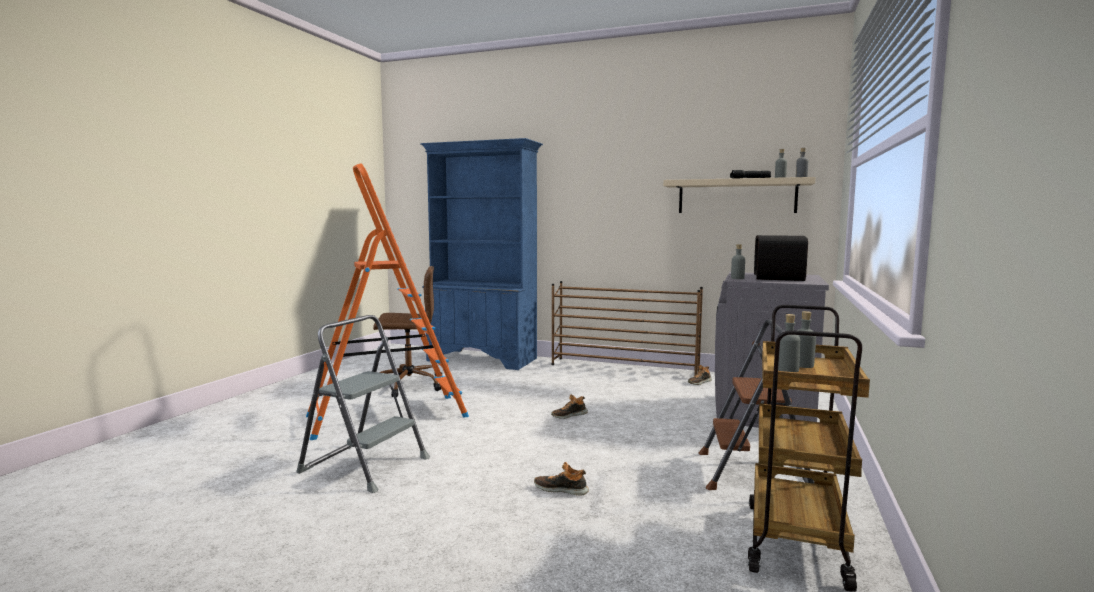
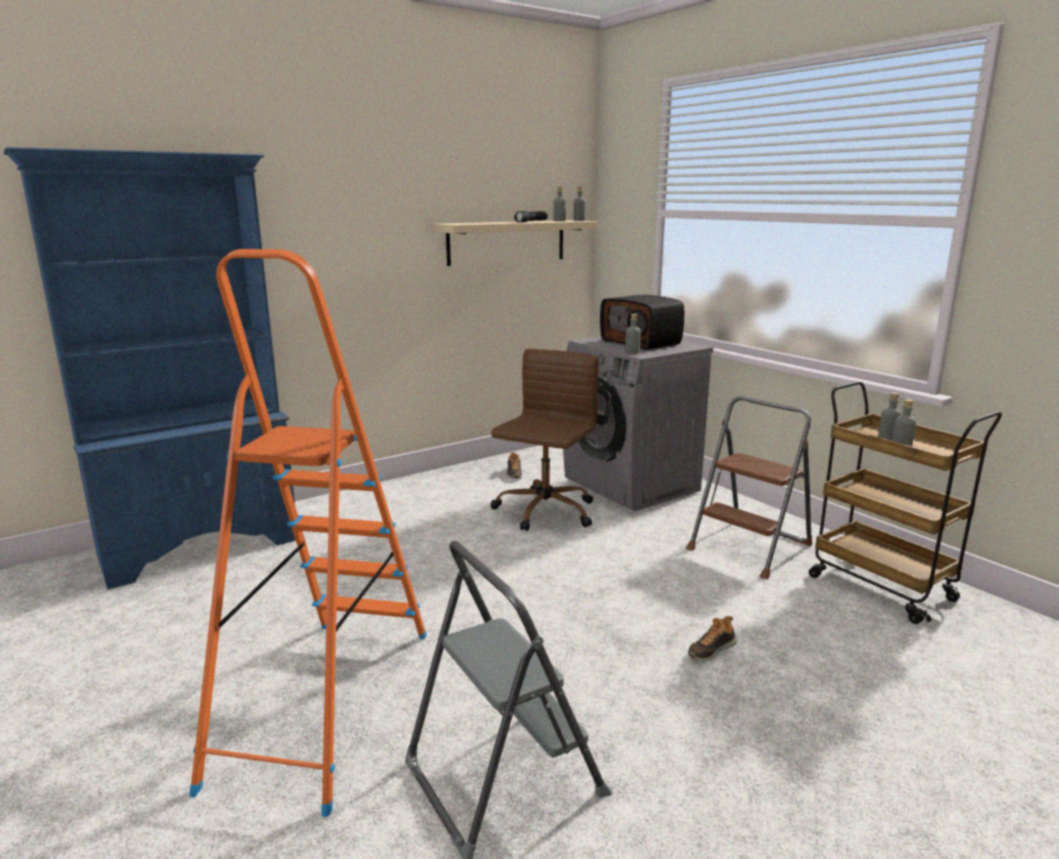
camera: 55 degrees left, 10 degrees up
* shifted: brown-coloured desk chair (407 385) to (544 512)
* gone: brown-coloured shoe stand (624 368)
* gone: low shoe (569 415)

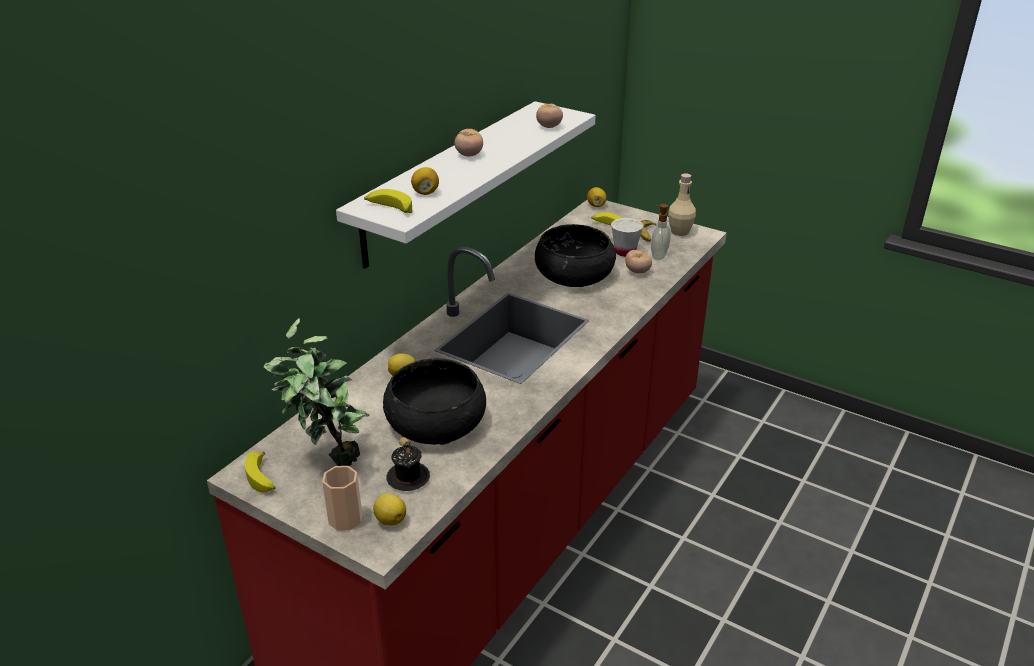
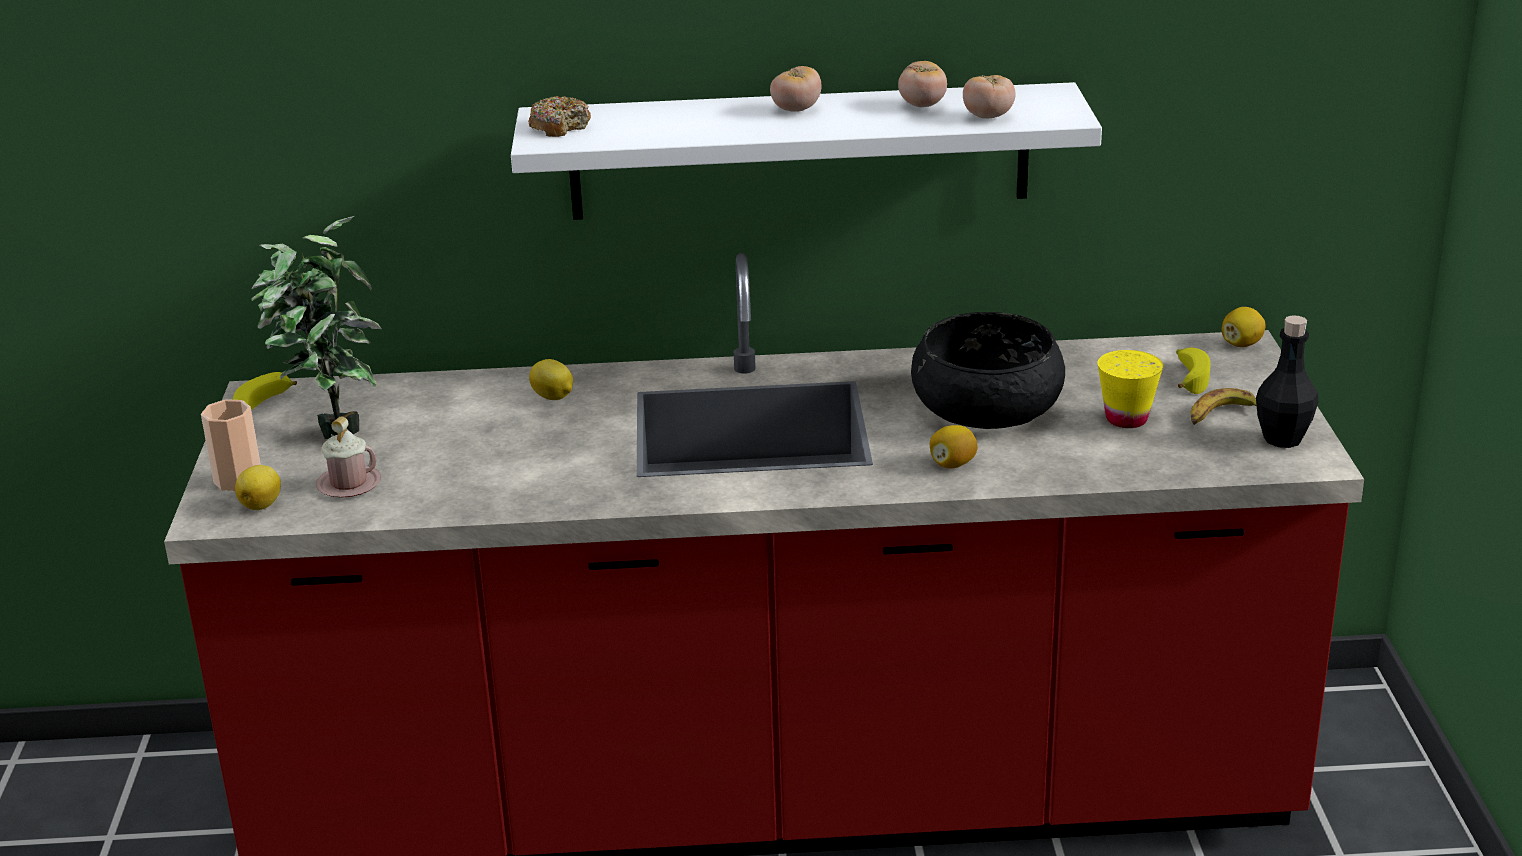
camera: 55 degrees right, 5 degrees down
* repainted: black tea mug (408 478) to pink-coloured tea mug (349 484)
* swapped: banana fruit (389 208) to donut (560 127)
* shifted: tomato (637 271) to (922 105)
* shifted: citrus fruit (425 192) to (952 464)
* repainted: whitish drinking cup (625 252) to yellow drinking cup (1126 419)
* repainted: beige-coloured beverage bottle (680 232) to black beverage bottle (1282 439)
* gone: black bowl (436 422)
* gone: liquid soap bottle (658 256)

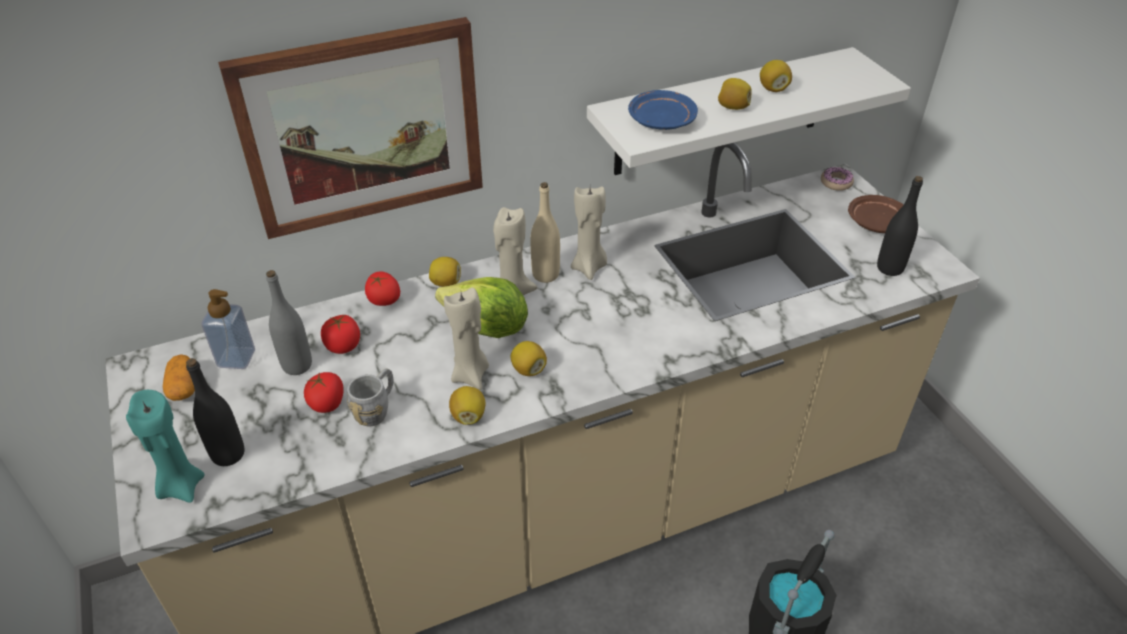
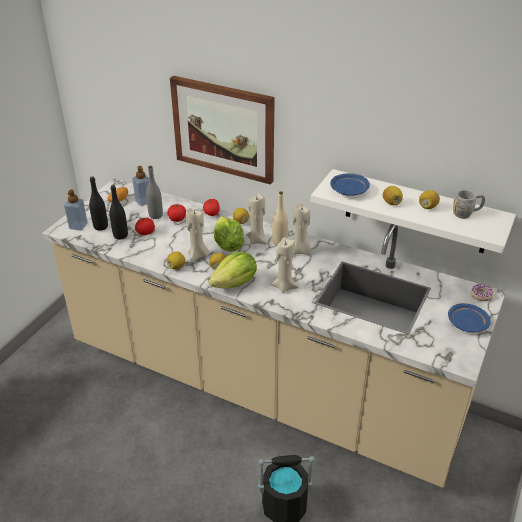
camera: 50 degrees right, 5 degrees down
* swapped: blue-green wax candle (181 486) to liquid soap bottle (78 226)
* shifted: black beverage bottle (890 268) to (120 235)
* new: lettuce (235 284)
* new: beige-coloured wax candle (284 286)
* repainted: brown-coloured flat dish (875 223) to blue-coloured flat dish (466 323)
* shifted: gray tea mug (377 409) to (466 213)

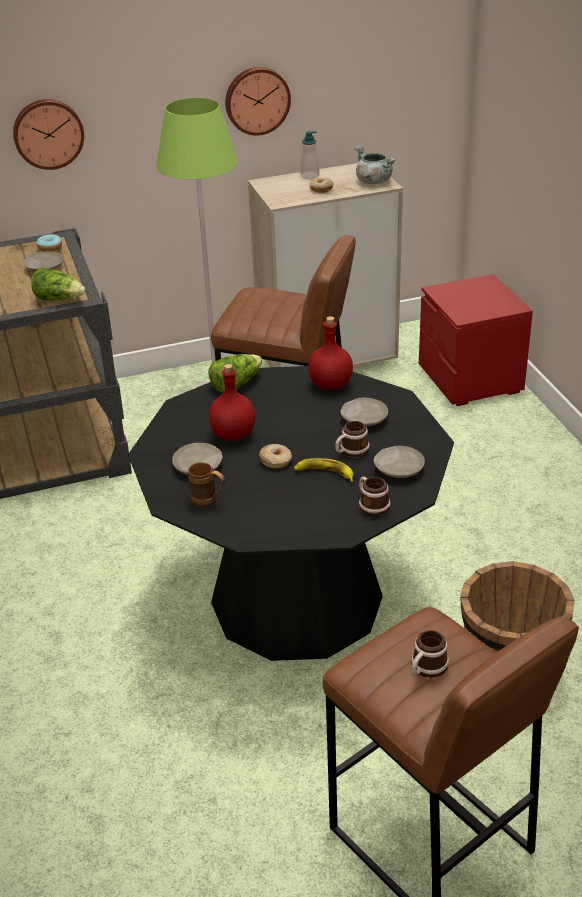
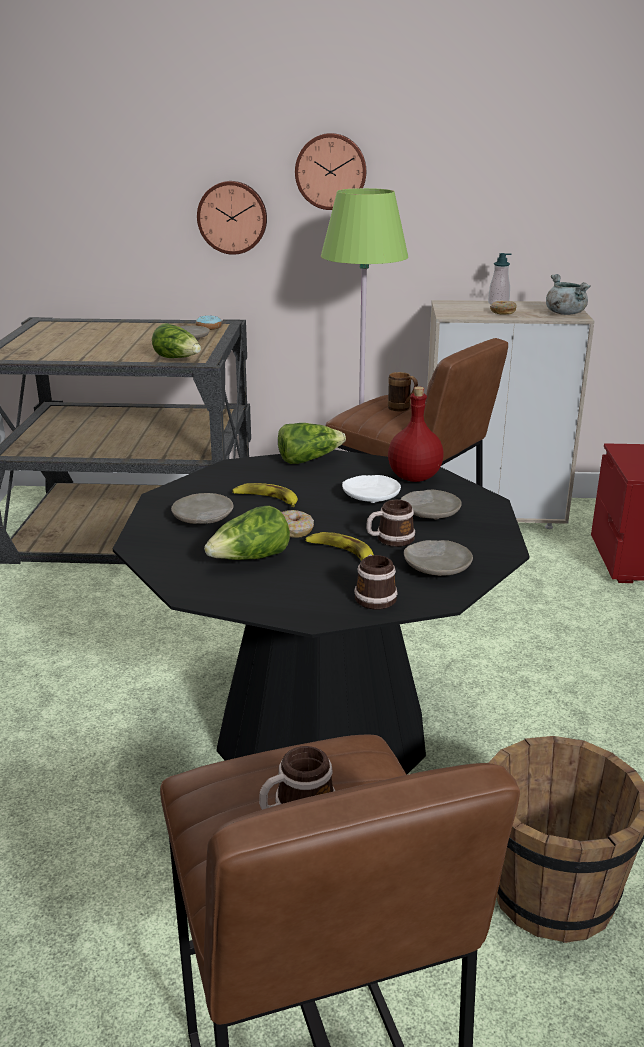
camera: 20 degrees right, 10 degrees down
* new: lettuce (250 559)
* swapped: red beverage bottle (233 435) to banana fruit (266 499)
* shifted: clock on the wall (257 100) to (330 171)
* new: whitish flat dish (371 497)
* shifted: brown-coloured tea mug (209 502) to (402 409)

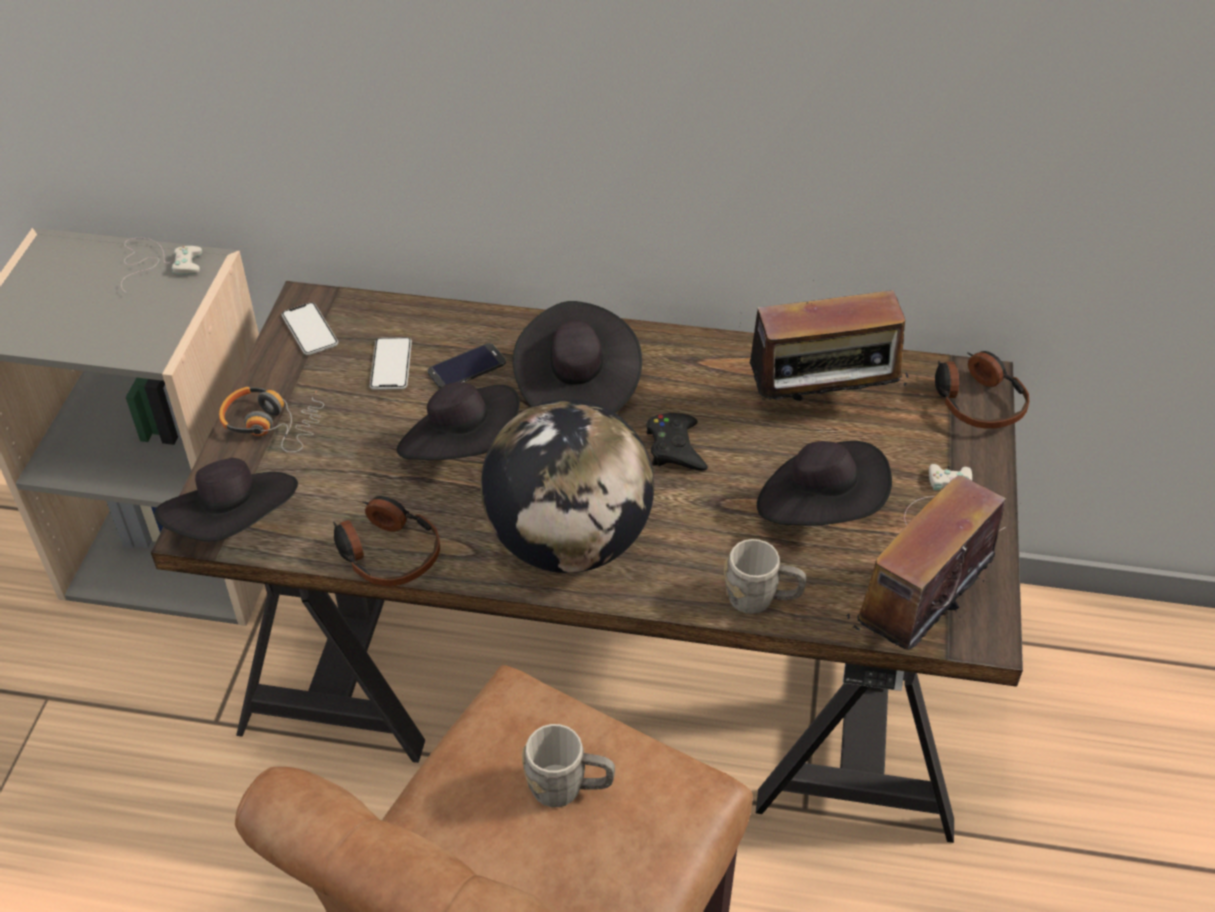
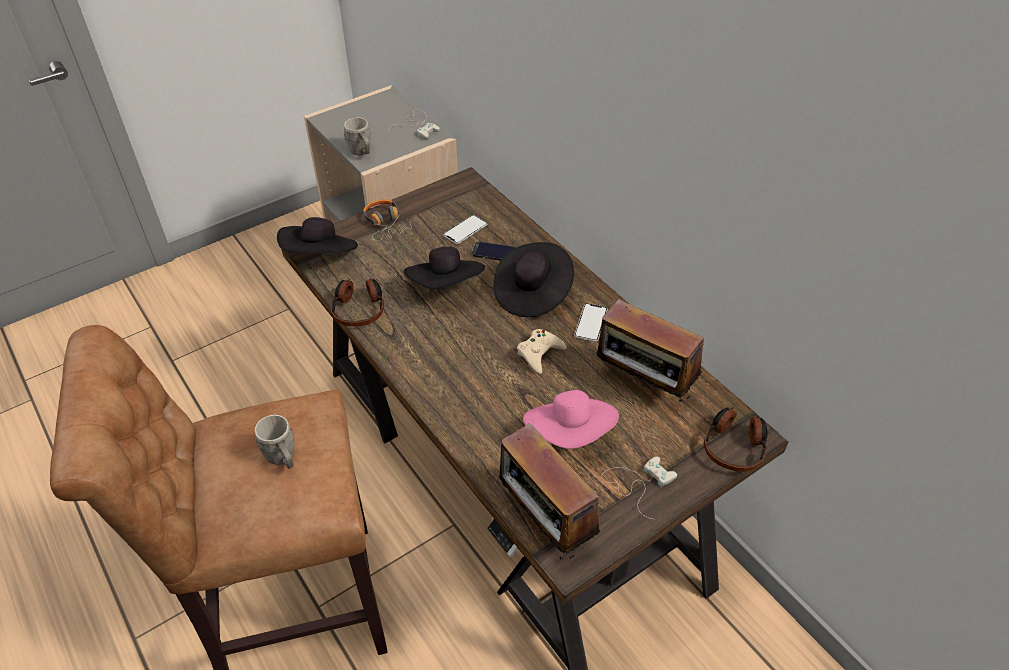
camera: 45 degrees right, 0 degrees up
* shifted: gray tea mug (761 599) to (362 152)
* rotated: radio set (915 617) = (545 523) 120 degrees counterclockwise
* repainted: black gamepad (675 448) to beige-coloured gamepad (539 353)
* repainted: black hat (820 508) to pink-coloured hat (570 433)
* shifted: phone (310 330) to (590 323)
* gone: world globe (569 542)

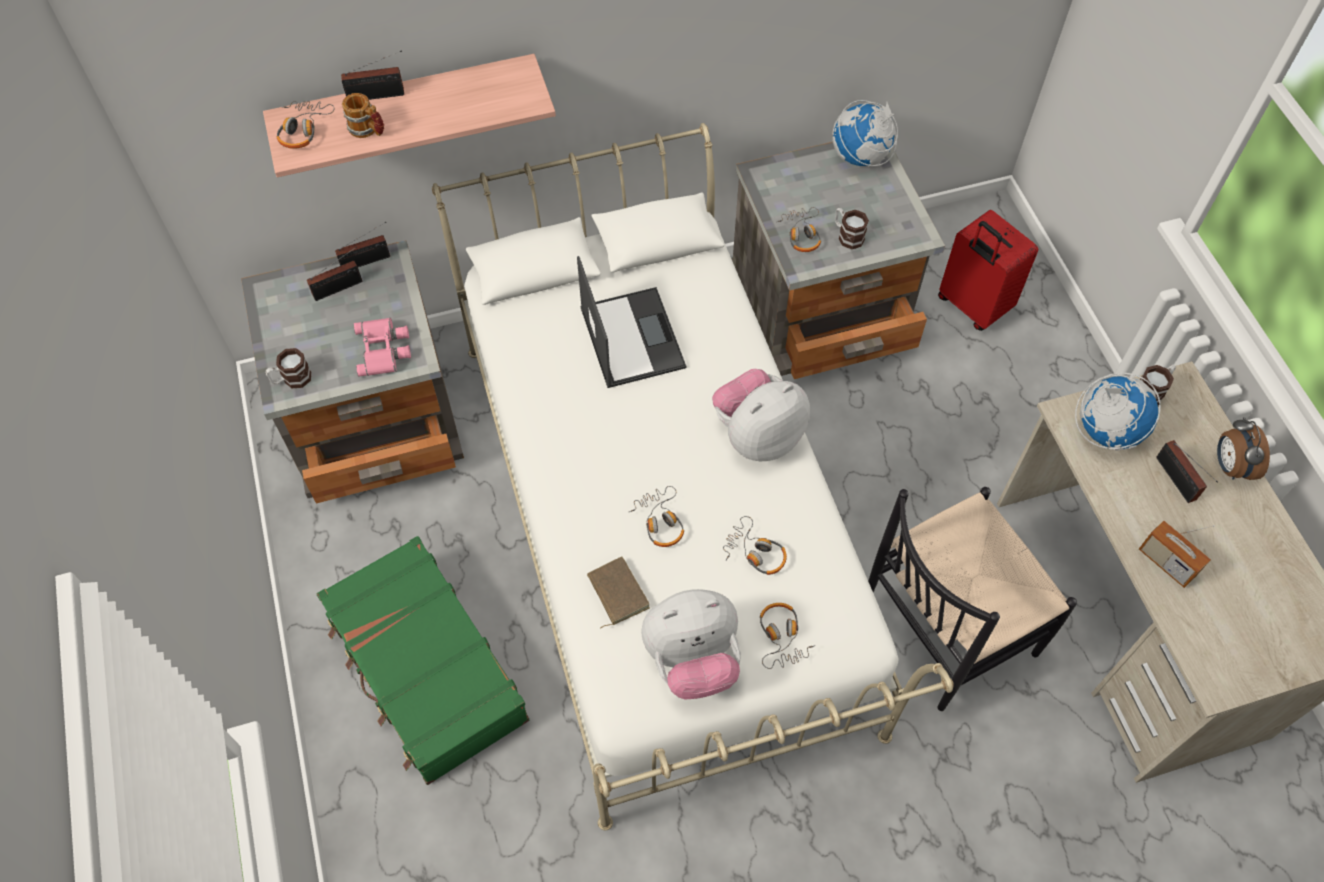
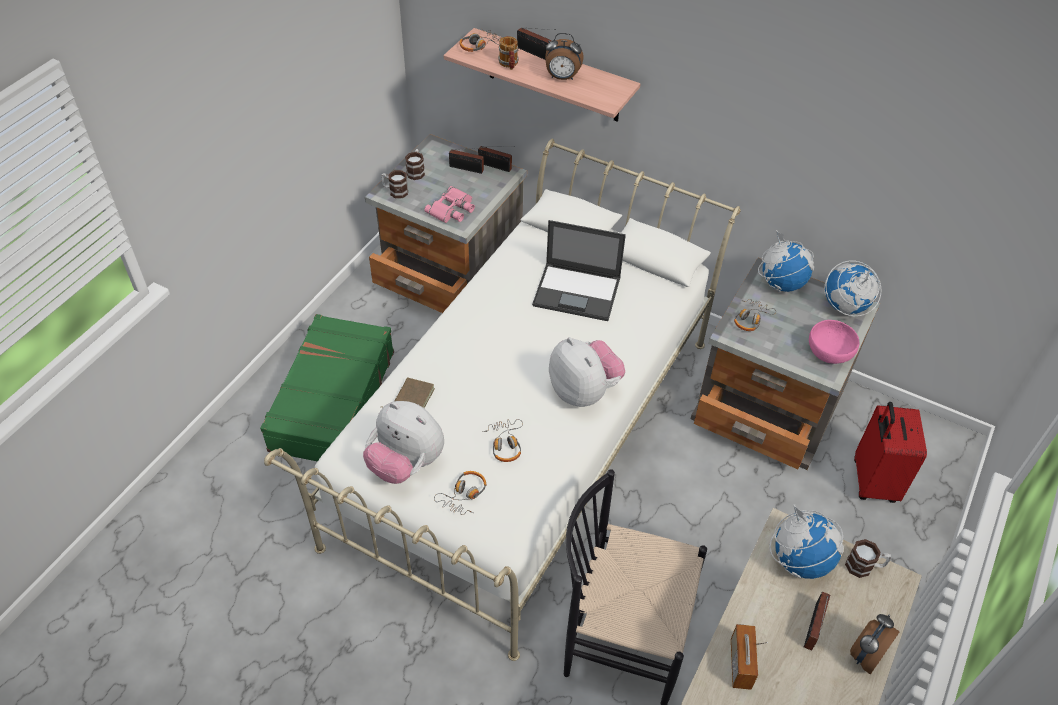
camera: 45 degrees right, 10 degrees down
* shifted: tea mug (847 235) to (416 171)
* rotated: notebook computer (631 337) = (578 292) 75 degrees clockwise
* new: bedside clock (562 78)
* rotated: plush toy (757 435) = (584 391) 45 degrees clockwise
* new: world globe (781 283)
* new: pink-coloured bowl (829 352)
* gone: headphones (660 521)

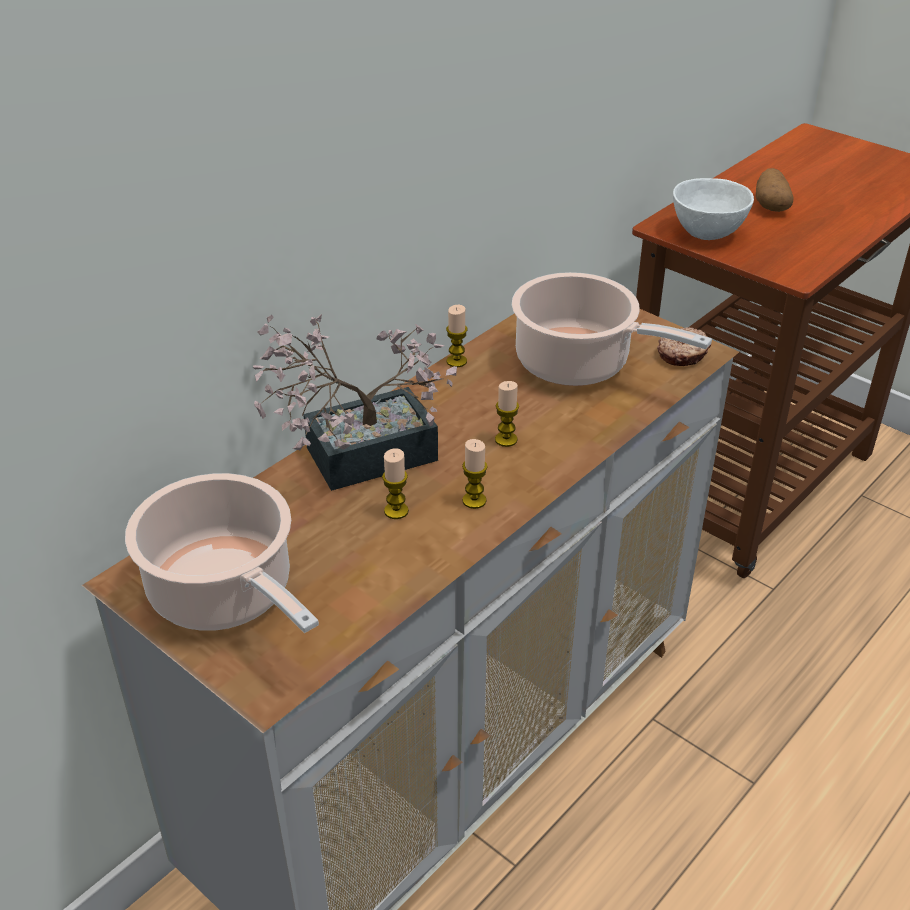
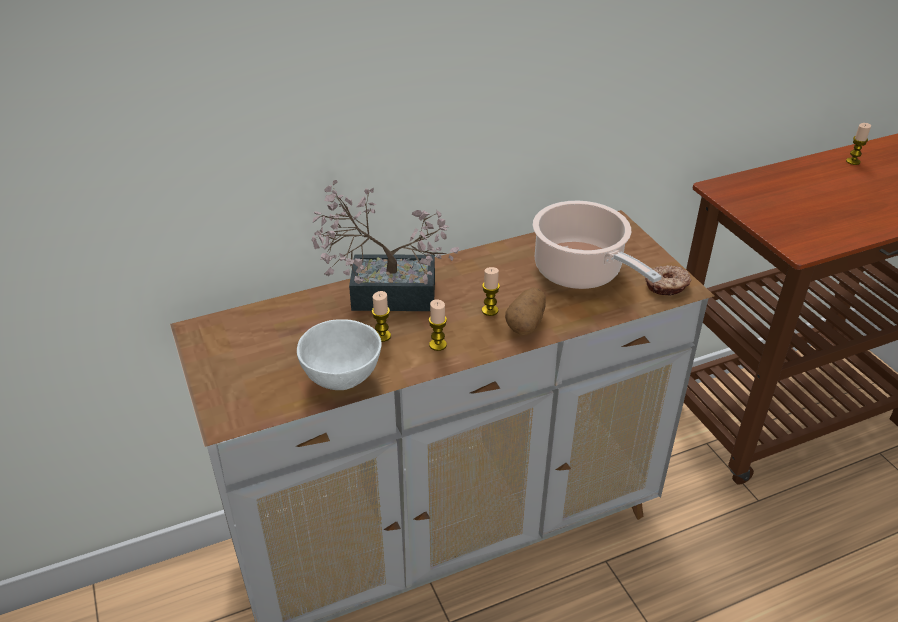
camera: 25 degrees right, 0 degrees up
* shifted: whitish bowl (708 233) to (343 378)
* shifted: spud (770 205) to (526 323)
* shifted: wax candle (456 361) to (853 161)
* gone: stockpot (226 594)

